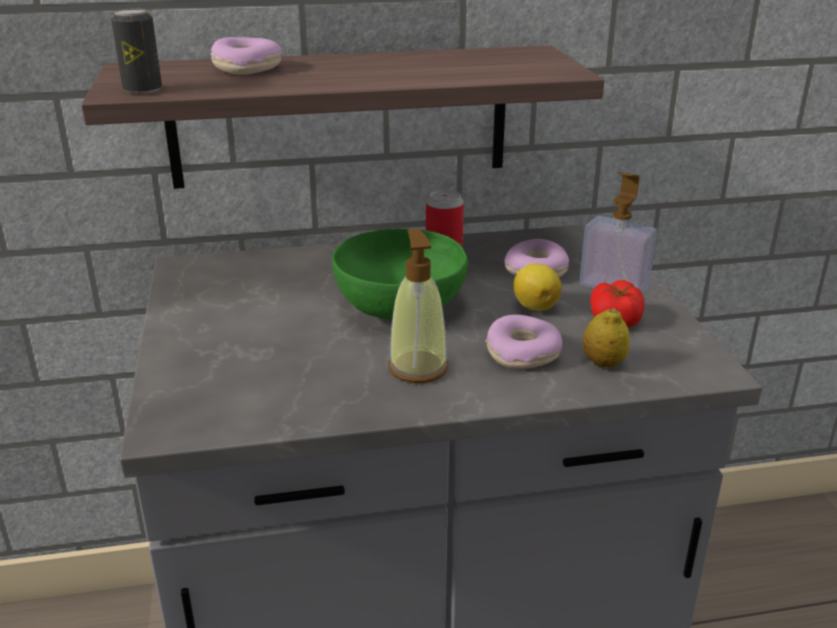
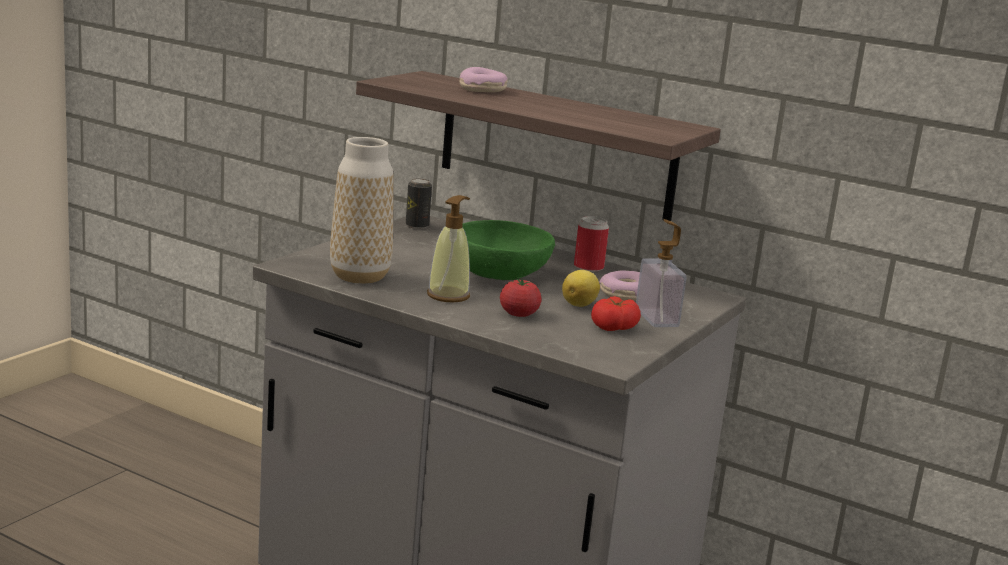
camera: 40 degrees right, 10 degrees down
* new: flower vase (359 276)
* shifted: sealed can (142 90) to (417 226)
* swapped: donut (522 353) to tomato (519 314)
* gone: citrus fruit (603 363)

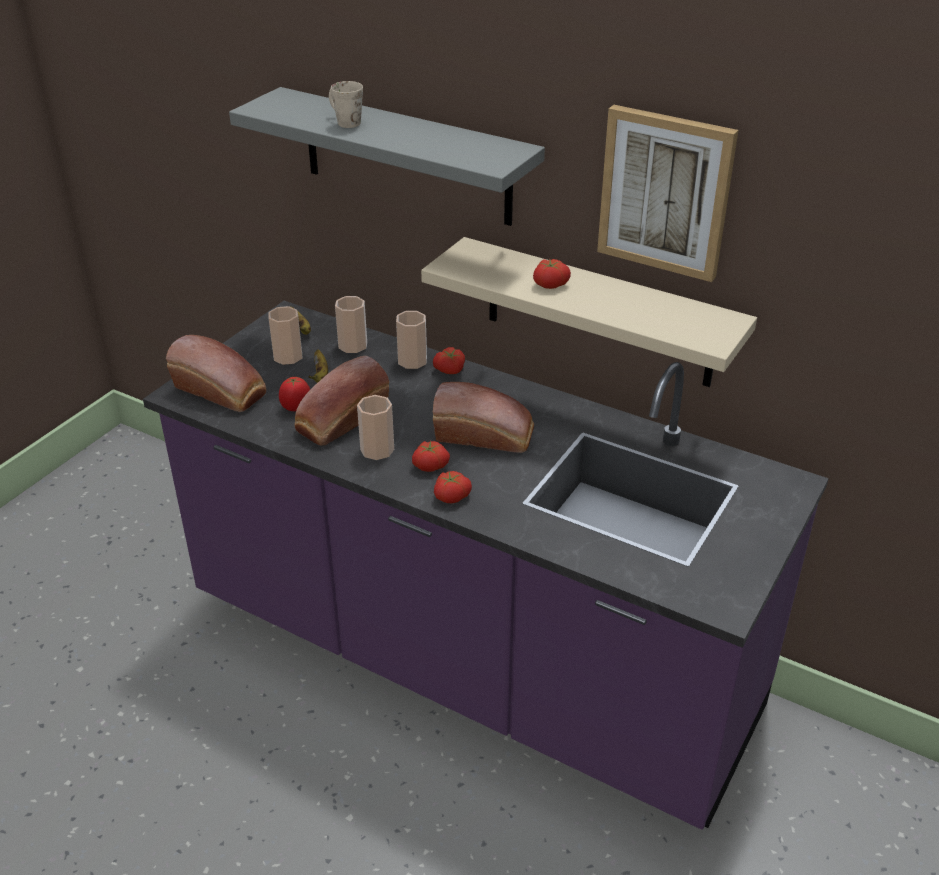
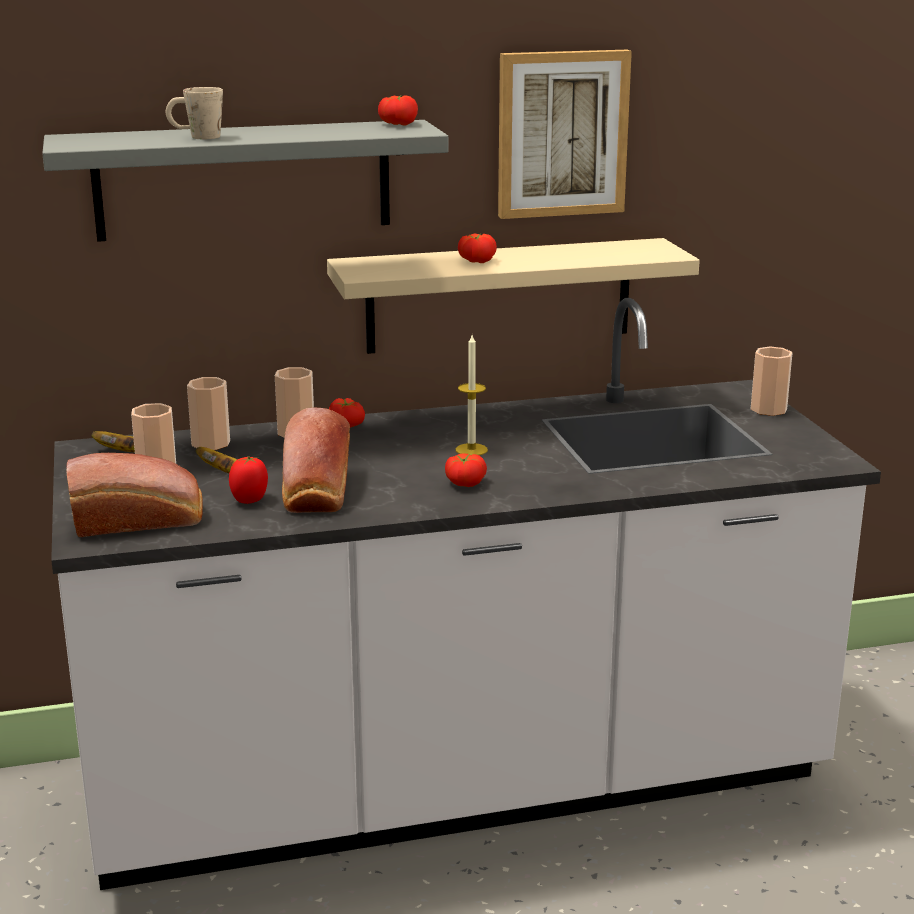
camera: 45 degrees left, 15 degrees down
* repainted: purple kitchen base unit (469 658) to whitish kitchen base unit (457 783)
* shifted: tomato (451 496) to (397 124)
* swapped: bakery bread (486 436) to wax candle (471 450)
* shifted: drinking cup (377 450) to (768 409)

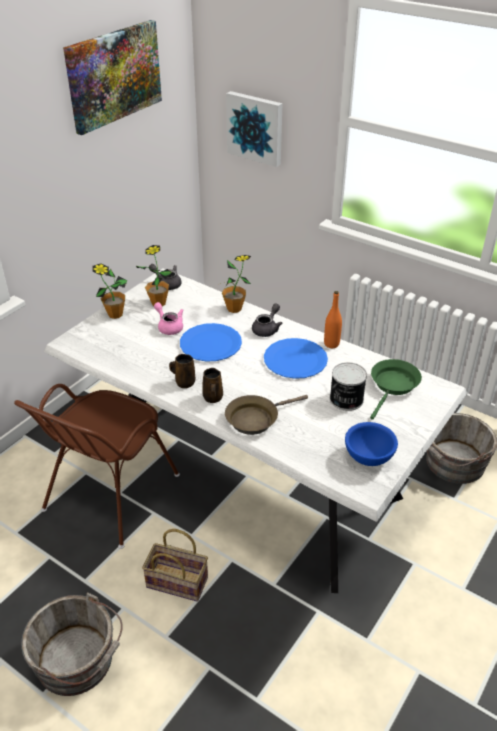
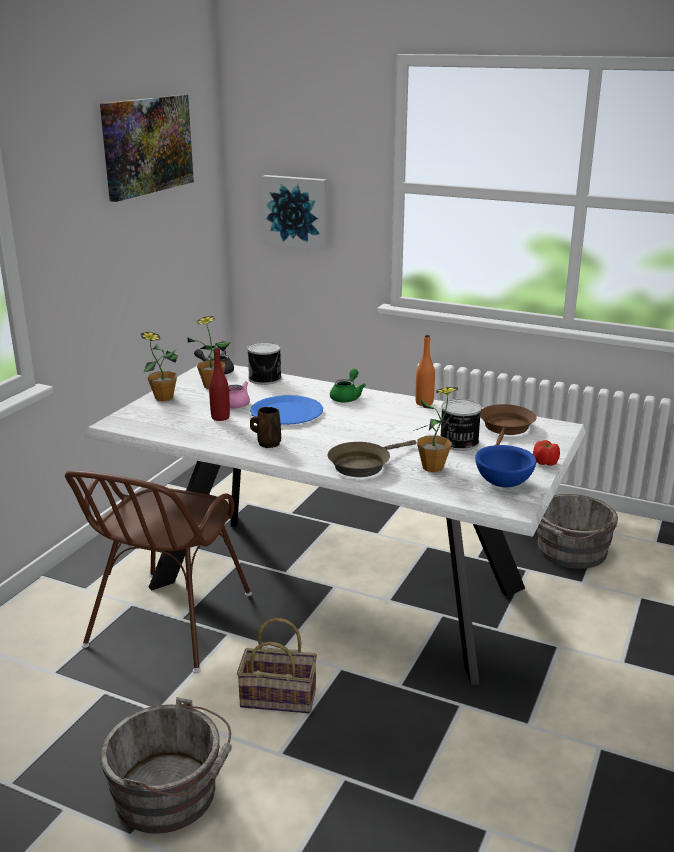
camera: 10 degrees left, 15 degrees down
* new: red beverage bottle (220 417)
* new: sealed can (266 378)
* repainted: gray pot for tea (267 329) to greenish pot for tea (347 397)
* shifted: potted plant (234 308) to (433 467)
* repainted: greenish frying pan (393 386) to brown-coloured frying pan (506 428)
* new: tomato (545 462)
* gone: brown-coloured tea mug (212 398)
* gone: blue-coloured flat dish (295 360)

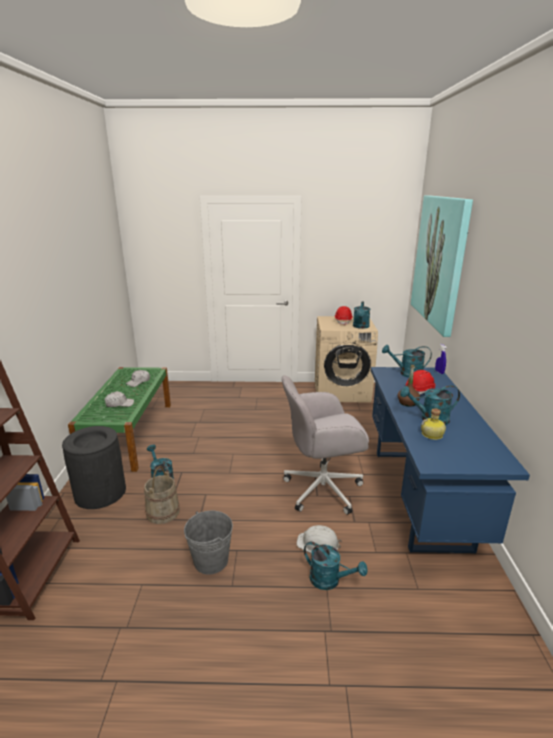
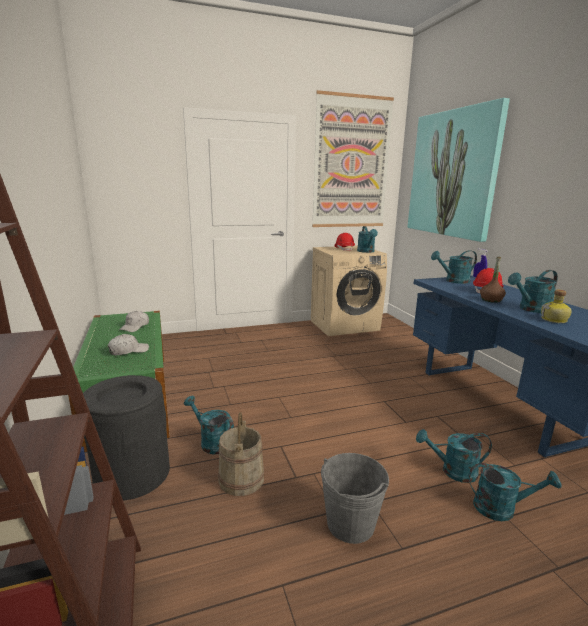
camera: 20 degrees left, 5 degrees down
* new: picture (351 163)
* swapped: whitish work helmet (318 544) to blue-green sprinkling can (453 471)
* gone: gray desk chair (321 490)

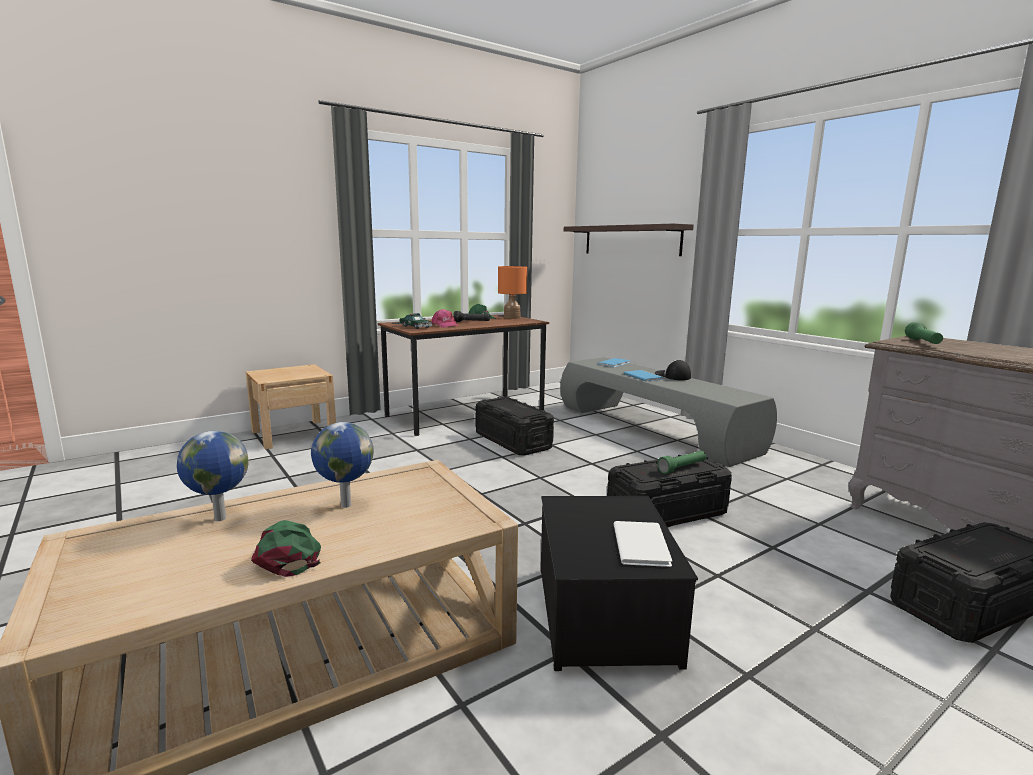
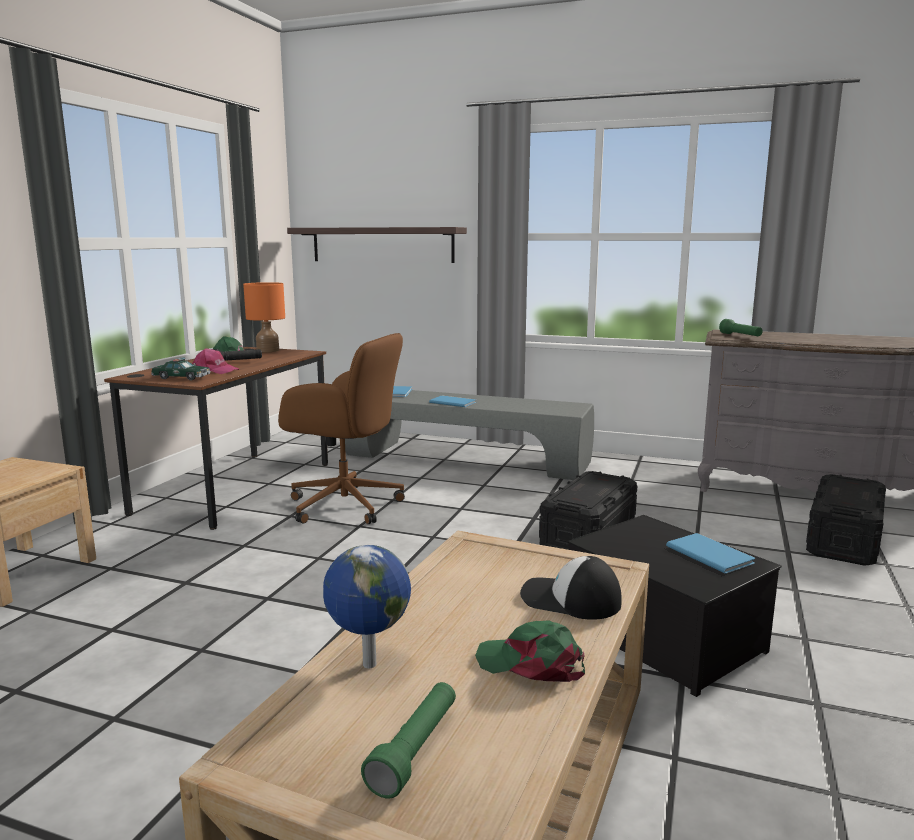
camera: 35 degrees left, 0 degrees up
* swapped: black storage bin (513 441) to brown-coloured desk chair (344 506)
* shifted: greenish flashlight (682 468) to (415 750)
* shifted: peaked cap (672 376) to (569 599)
* repainted: whitish bound book (642 543) to blue-coloured bound book (709 553)
* gone: world globe (344 505)

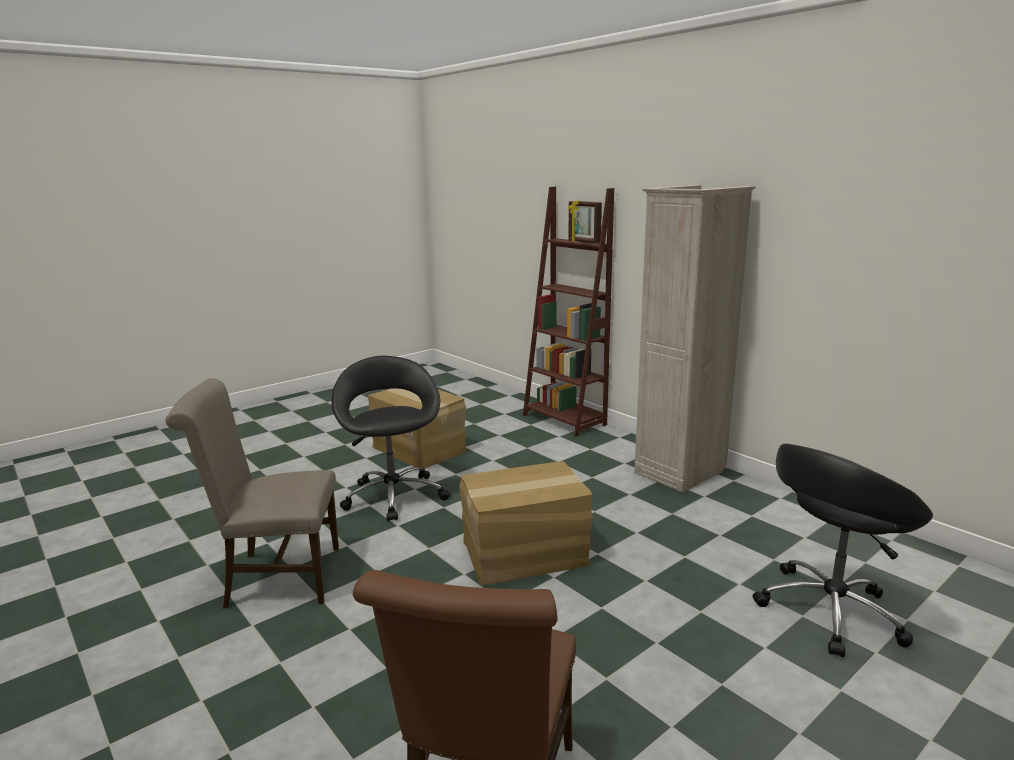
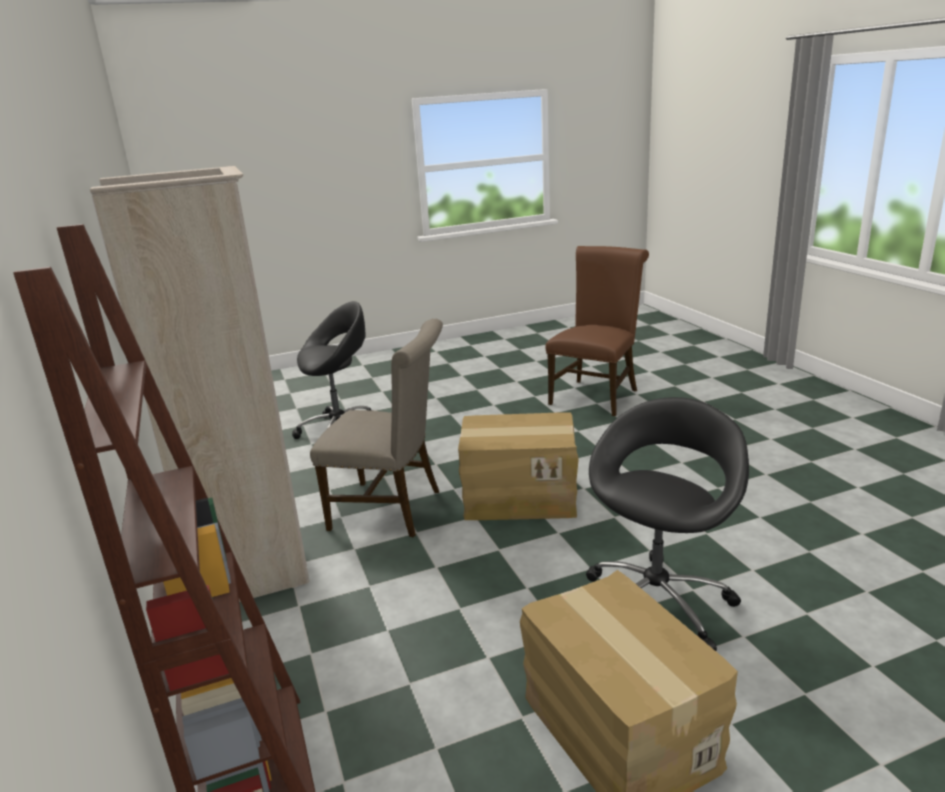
camera: 160 degrees left, 5 degrees up
* shifted: beige-coloured upright chair (275 577) to (393 509)
* rotated: black desk chair (394 496) = (659 600) 135 degrees counterclockwise
* gone: standing frame (583 242)

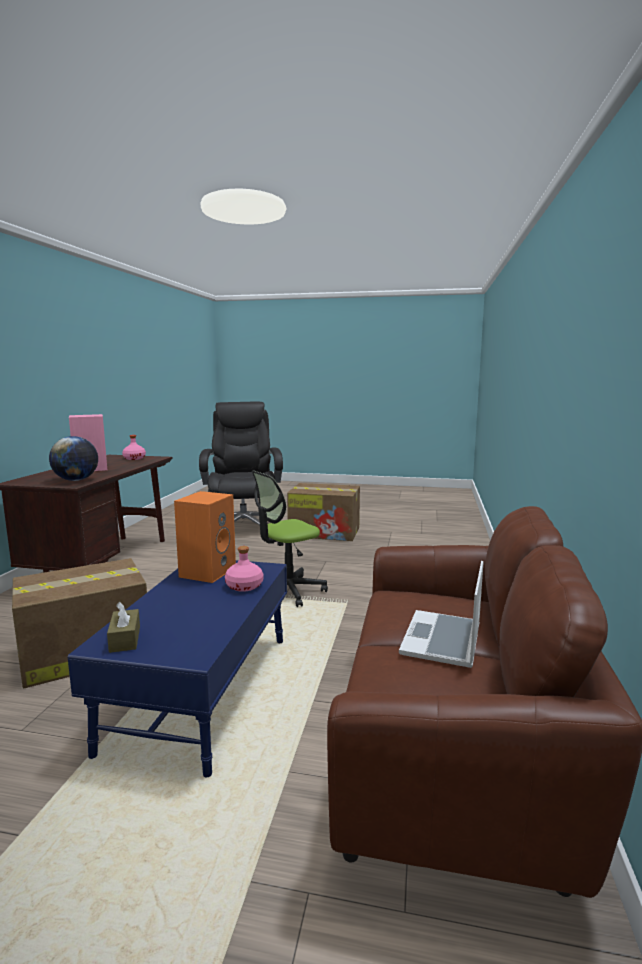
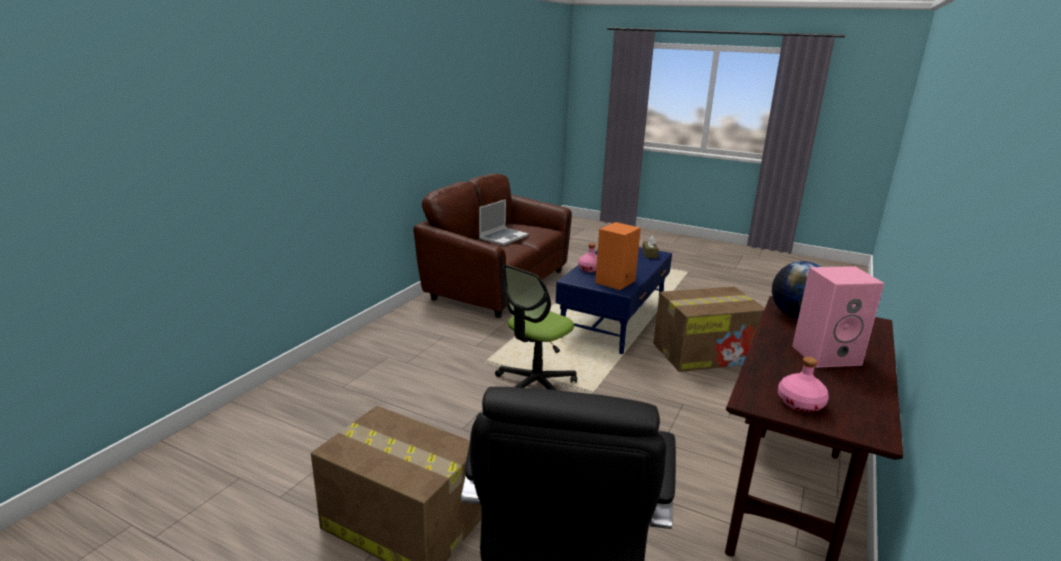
camera: 165 degrees left, 10 degrees up
* rotated: desk chair (287 591) = (535 385) 150 degrees clockwise

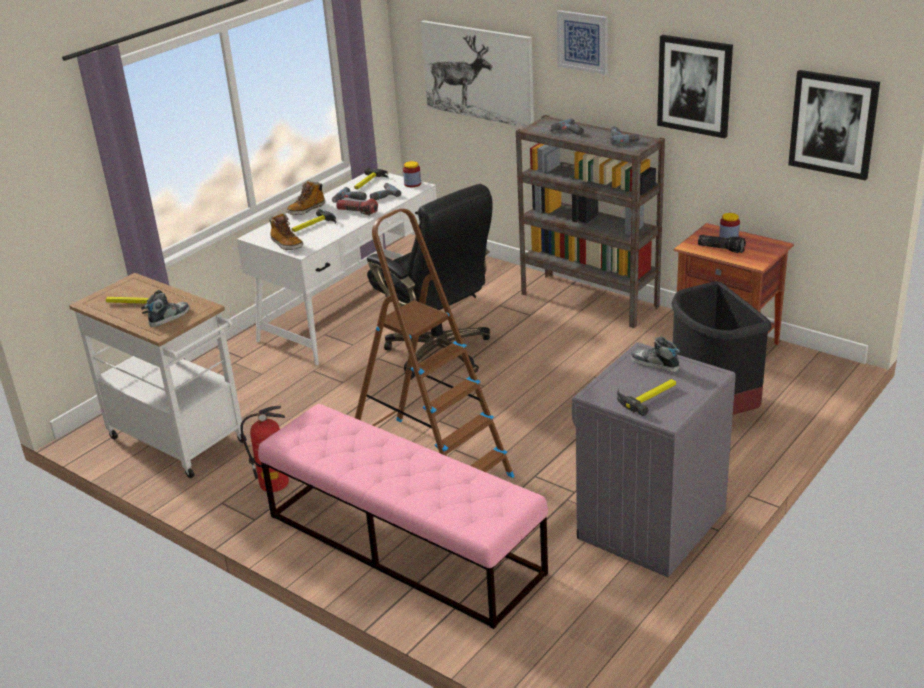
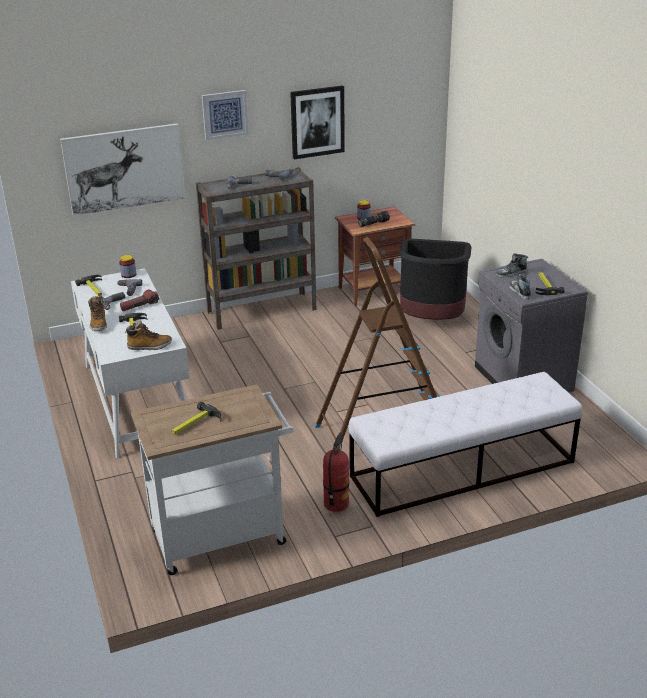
camera: 60 degrees left, 0 degrees up
* repainted: pink-coloured long seat (402 543) to whitish long seat (461 469)
* shifted: low shoe (169 317) to (519 292)
* gone: black desk chair (436 351)
* gone: picture (833 124)

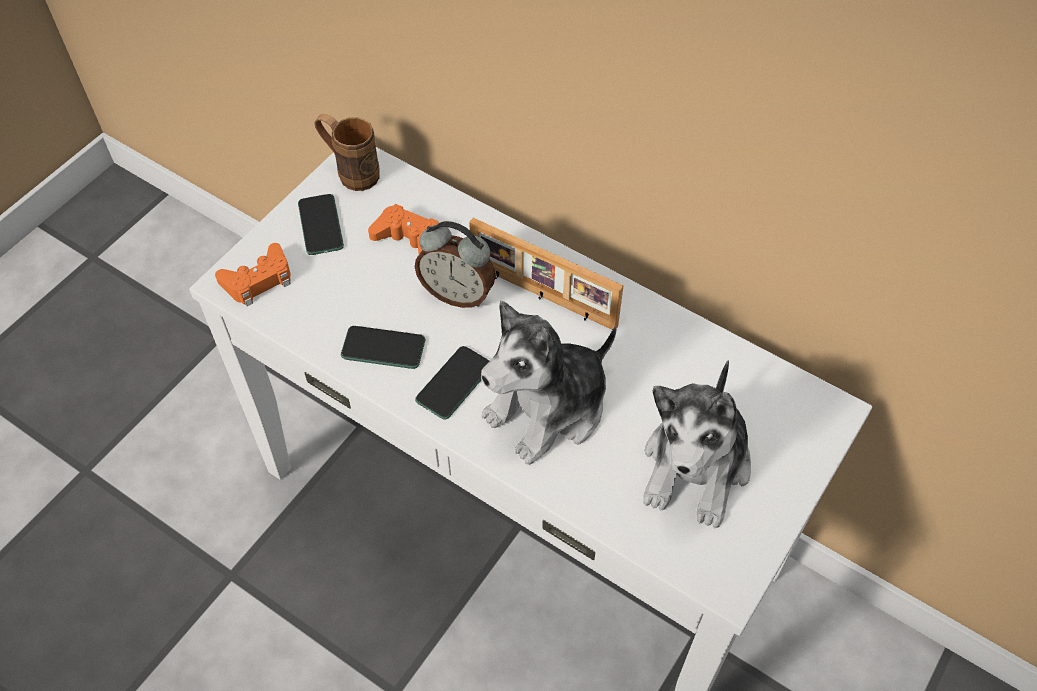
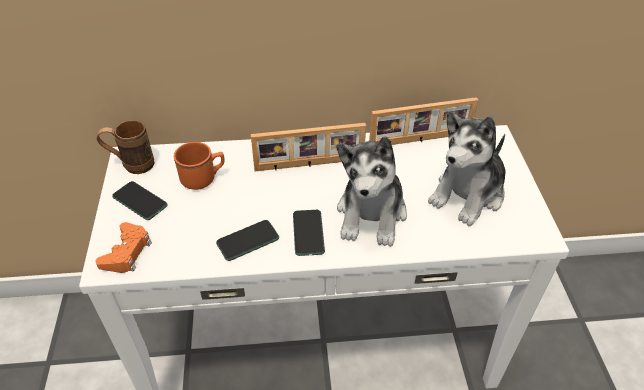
camera: 40 degrees left, 10 degrees down
* swapped: orange-coloured gamepad (408 238) to orange-coloured tea mug (203 178)
* new: standing frame (420 140)
* rotated: plush toy (696 466) = (468 194) 60 degrees clockwise
* gone: bedside clock (458 293)

